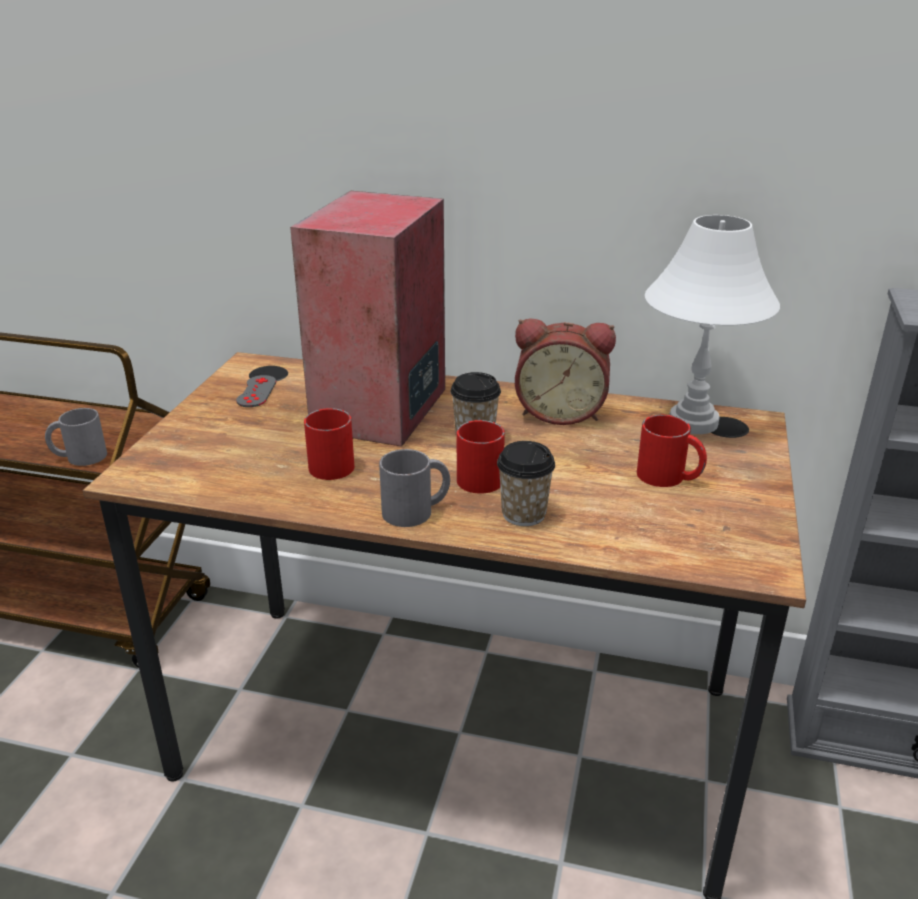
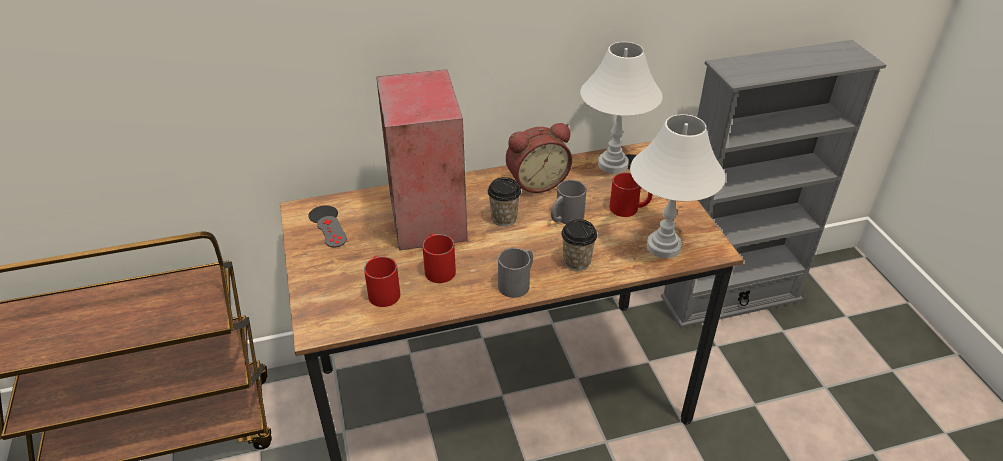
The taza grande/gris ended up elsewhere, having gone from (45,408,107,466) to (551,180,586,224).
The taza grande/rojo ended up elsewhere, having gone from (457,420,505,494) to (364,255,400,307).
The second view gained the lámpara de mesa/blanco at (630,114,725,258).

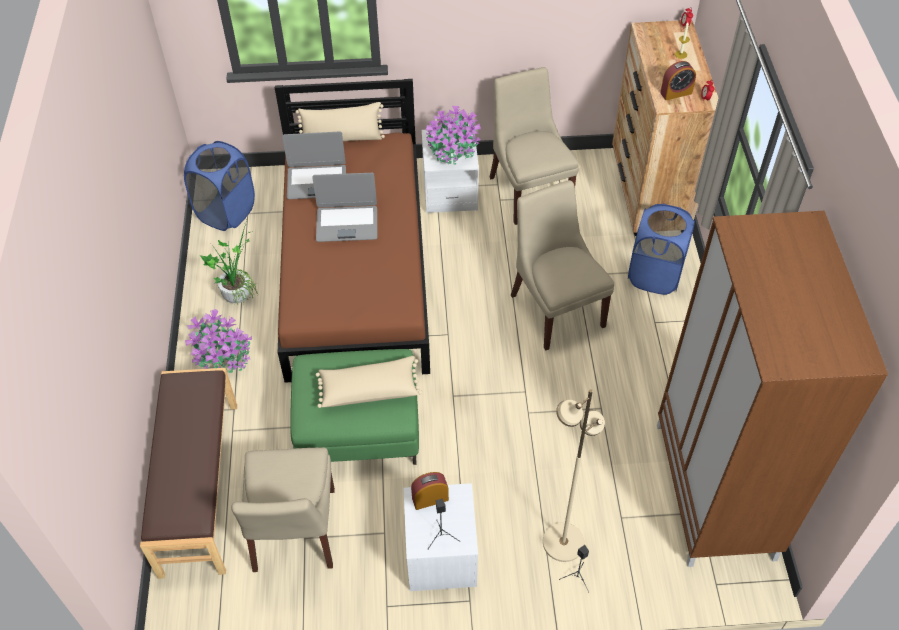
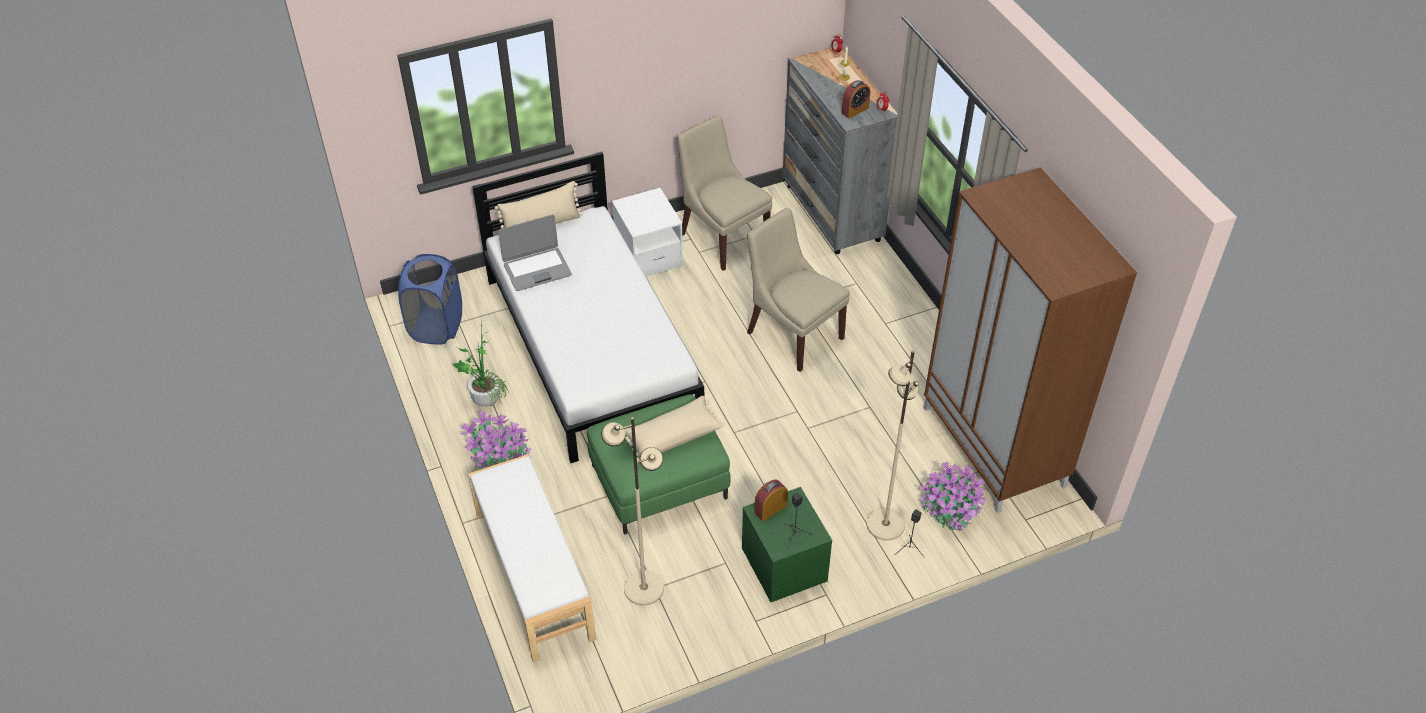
What was the banco/marrón at (140,368,237,579) turned into the banco/blanco at (468,454,596,663).
Where the silla/beis stood at (231,447,335,572), the lámpara de pie/beis came to stand at (601,417,664,606).
What was the cama/marrón at (275,79,430,383) turned into the cama/blanco at (472,152,704,463).
The second view lost the portátil at (312,173,377,242).
What was the mesita de noche/blanco at (403,483,478,591) turned into the mesita de noche/verde at (742,487,832,602).
The planta en maceta ended up elsewhere, having gone from (426,104,481,164) to (919,462,986,531).
What was the cómoda/marrón at (612,20,718,236) turned into the cómoda/gris at (783,48,898,254).
The second view lost the cesto de la ropa/azul at (628,204,695,295).

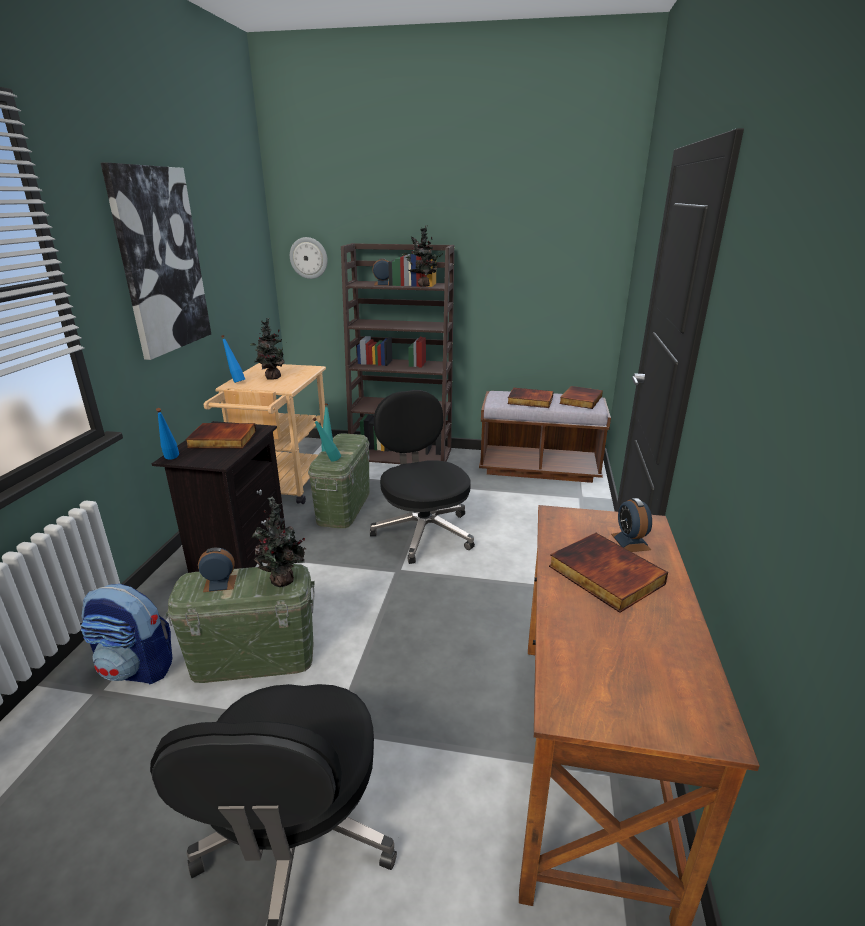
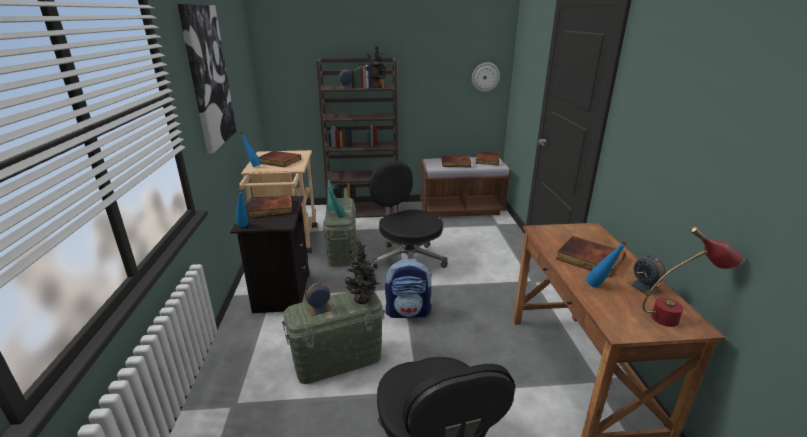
The mochila ended up elsewhere, having gone from (81,584,173,684) to (385,258,432,318).
Where the planta en maceta stood at (250,318,287,380), the libro came to stand at (258,151,301,167).
The reloj de pared ended up elsewhere, having gone from (290,237,328,279) to (472,62,500,92).
The despertador ended up elsewhere, having gone from (611,498,652,552) to (628,255,666,296).
The second view gained the botella/azul at (586,240,628,287).
The second view gained the lámpara de mesa/rojo at (642,226,743,327).

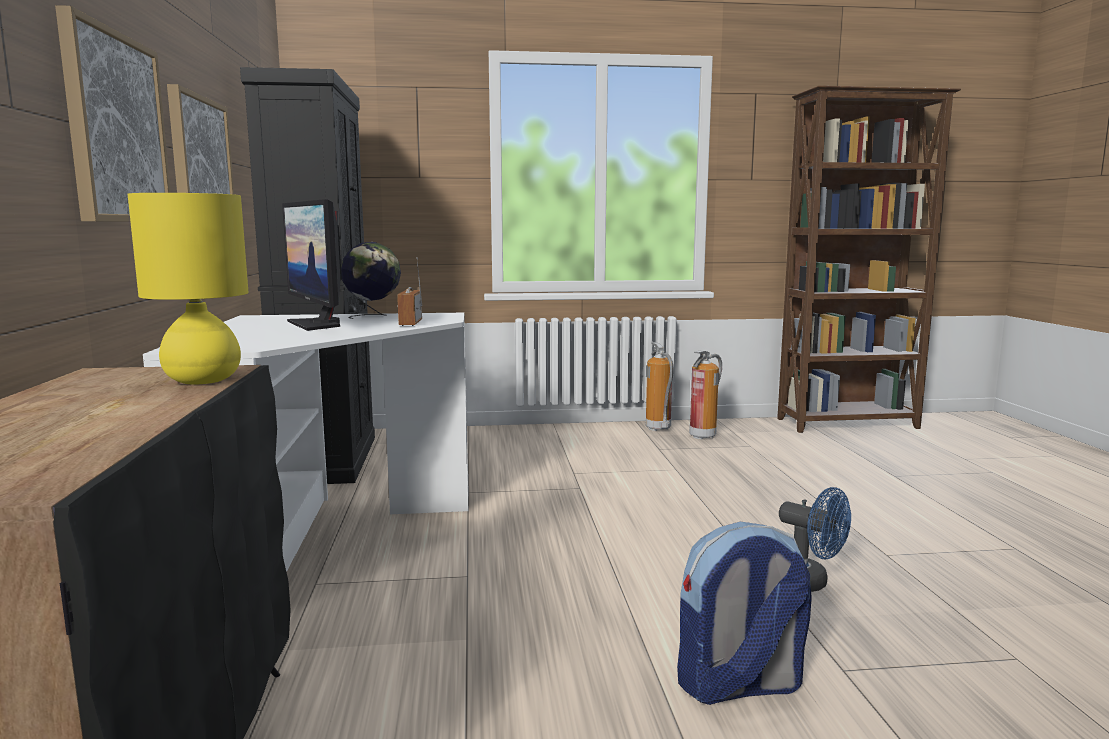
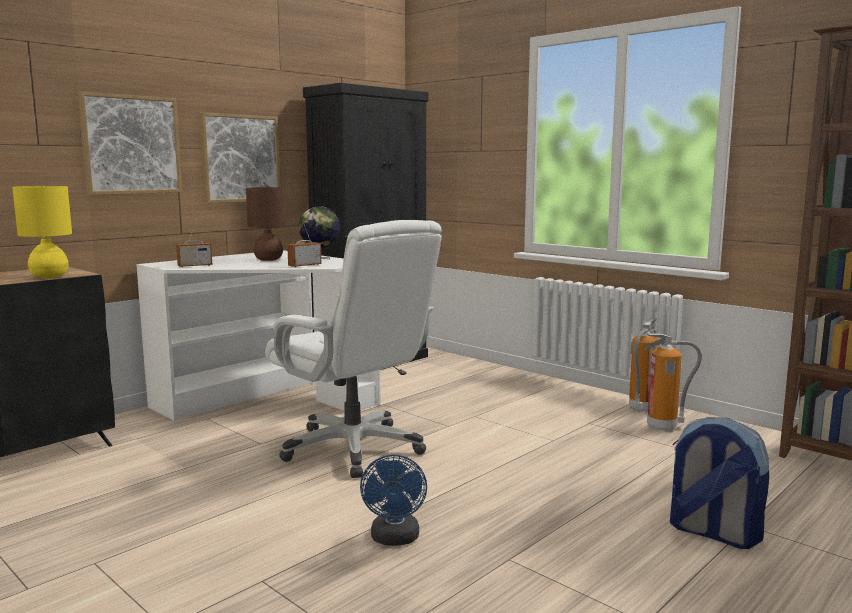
Where the monitor stood at (282,199,342,331), the lámpara de mesa/marrón came to stand at (246,187,287,261).
The mochila ended up elsewhere, having gone from (677,522,812,705) to (670,417,769,549).
The second view gained the radio at (176,219,212,267).
The second view gained the silla de oficina/blanco at (265,220,442,478).

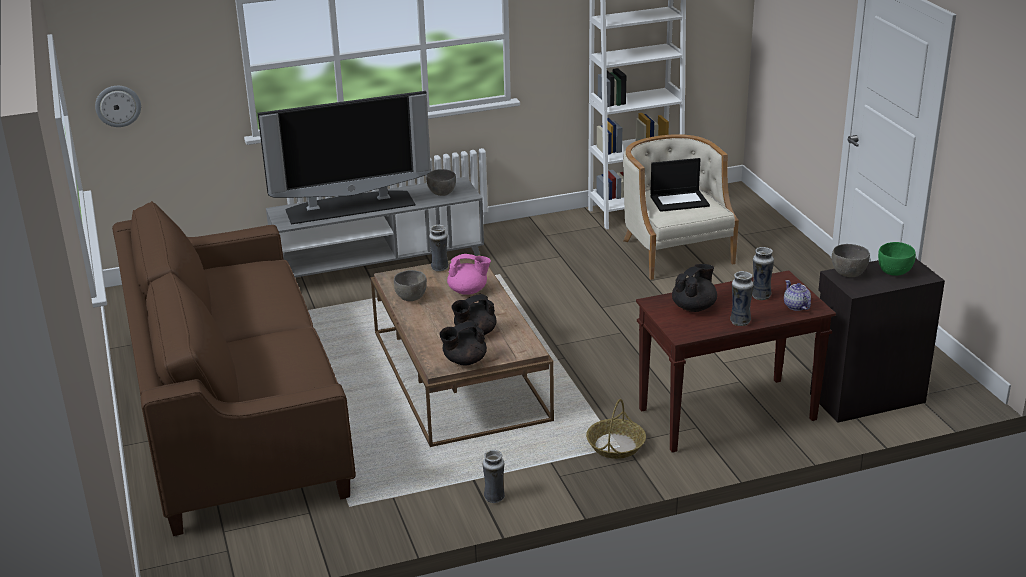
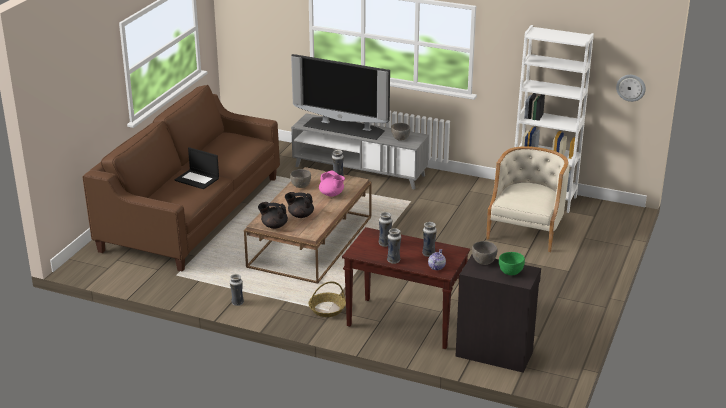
The reloj de pared ended up elsewhere, having gone from (95,86,141,127) to (616,75,646,102).
The portátil ended up elsewhere, having gone from (650,158,710,212) to (174,147,219,189).
Where the tetera/negro stood at (672,264,717,312), the florero came to stand at (379,212,393,247).

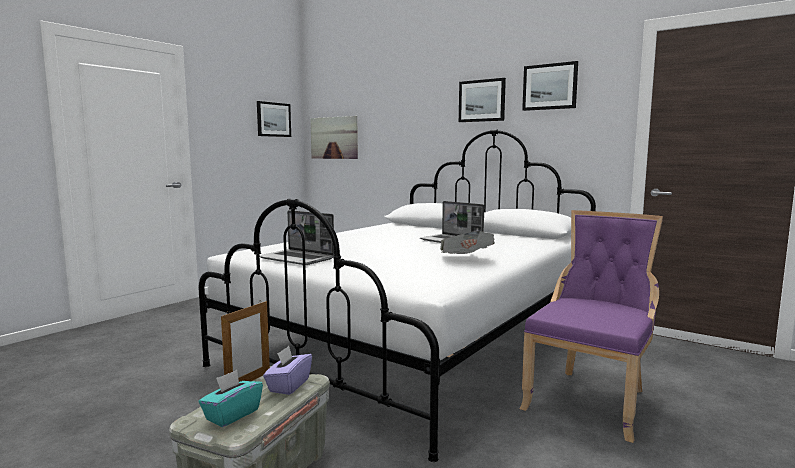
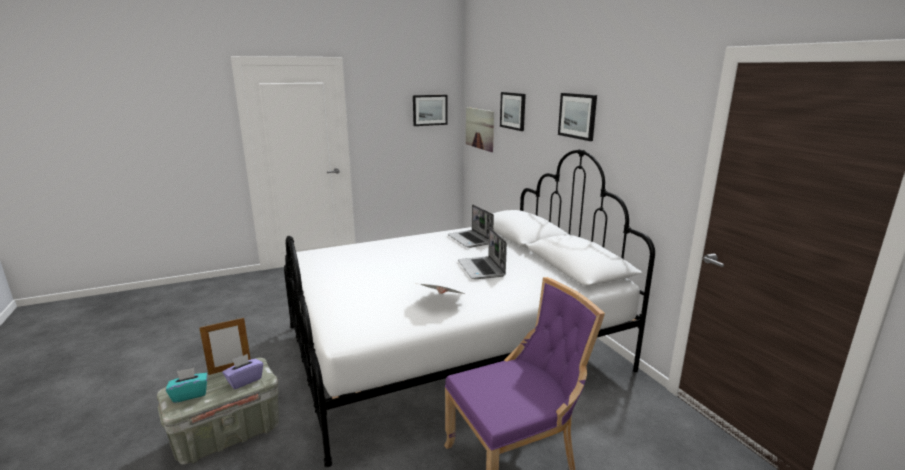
The portátil ended up elsewhere, having gone from (259,210,334,265) to (448,204,494,248).
The cuadro ended up elsewhere, having gone from (522,61,578,111) to (500,92,526,131).

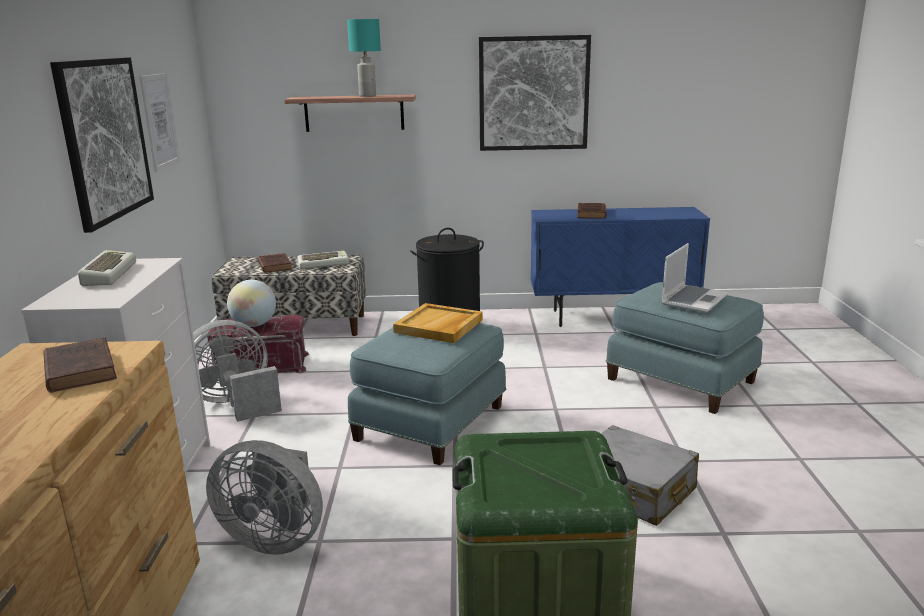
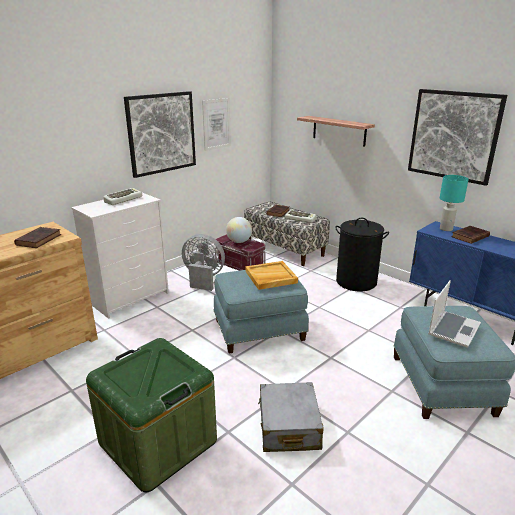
The second view lost the ventilador/gris at (206,440,323,555).
The lámpara de mesa/turquesa ended up elsewhere, having gone from (347,19,381,97) to (440,175,469,231).
The portátil at (661,243,728,313) ended up facing another way, 45 degrees counterclockwise from before.

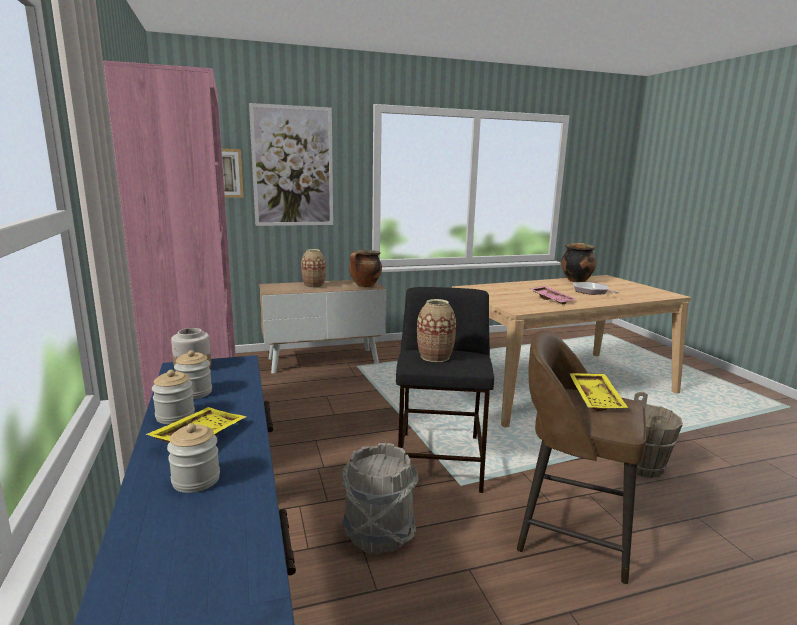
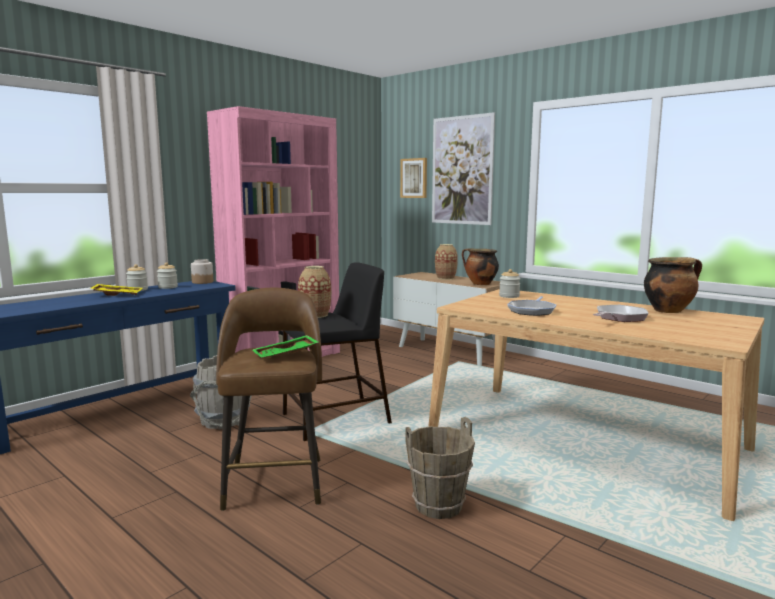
The tarro ended up elsewhere, having gone from (167,423,220,493) to (499,269,520,298).
Where the bandeja/rosa stood at (531,286,576,304), the sartén came to stand at (507,296,557,316).
What was the bandeja/amarillo at (569,373,628,411) turned into the bandeja/verde at (252,335,318,358).

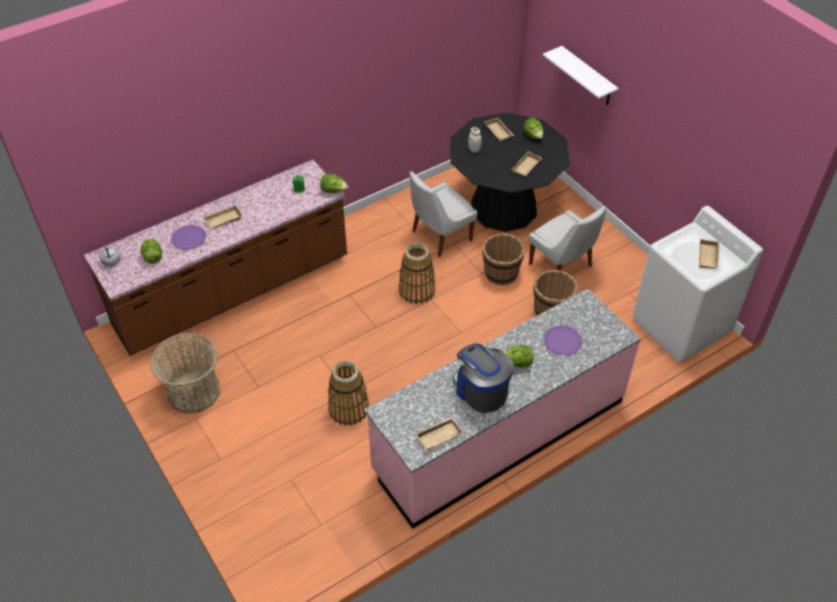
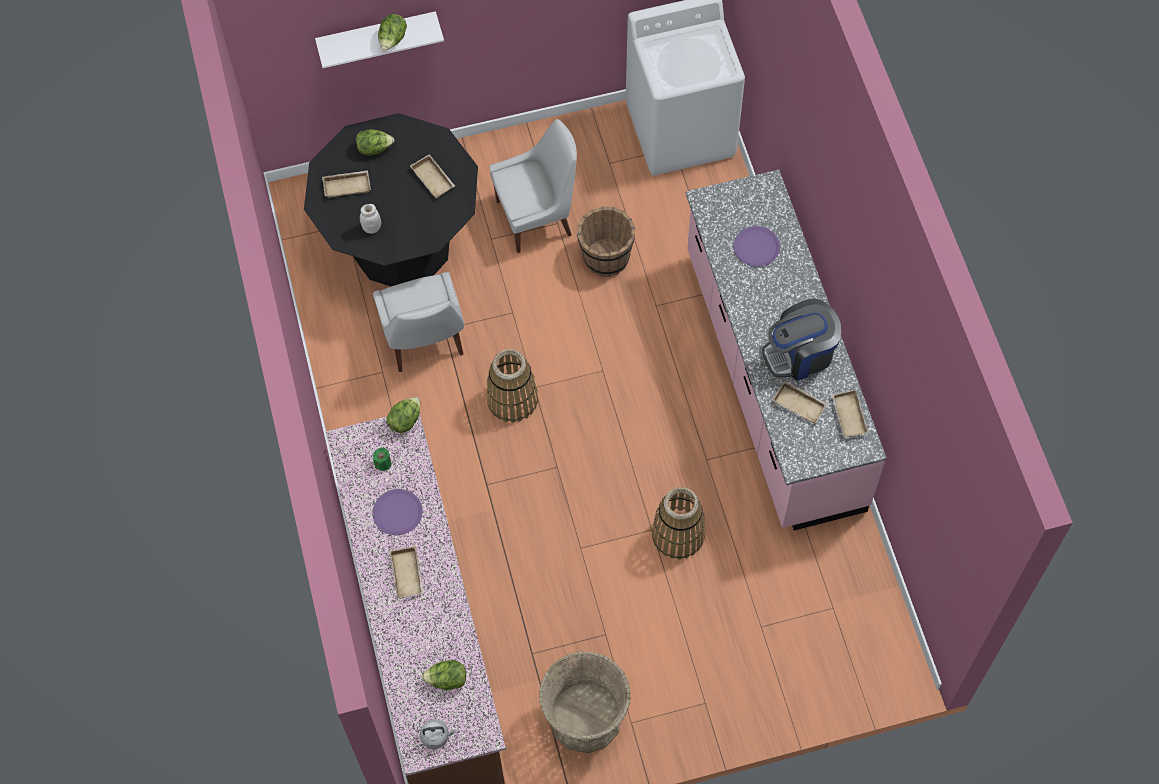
The plato/morado ended up elsewhere, having gone from (171,225,206,250) to (373,489,423,535).
The second view lost the cubo/marrón at (482,233,525,285).
The lechuga ended up elsewhere, having gone from (504,345,533,367) to (378,14,407,51).
The bandeja/beis ended up elsewhere, having gone from (699,239,719,269) to (772,381,827,424).

